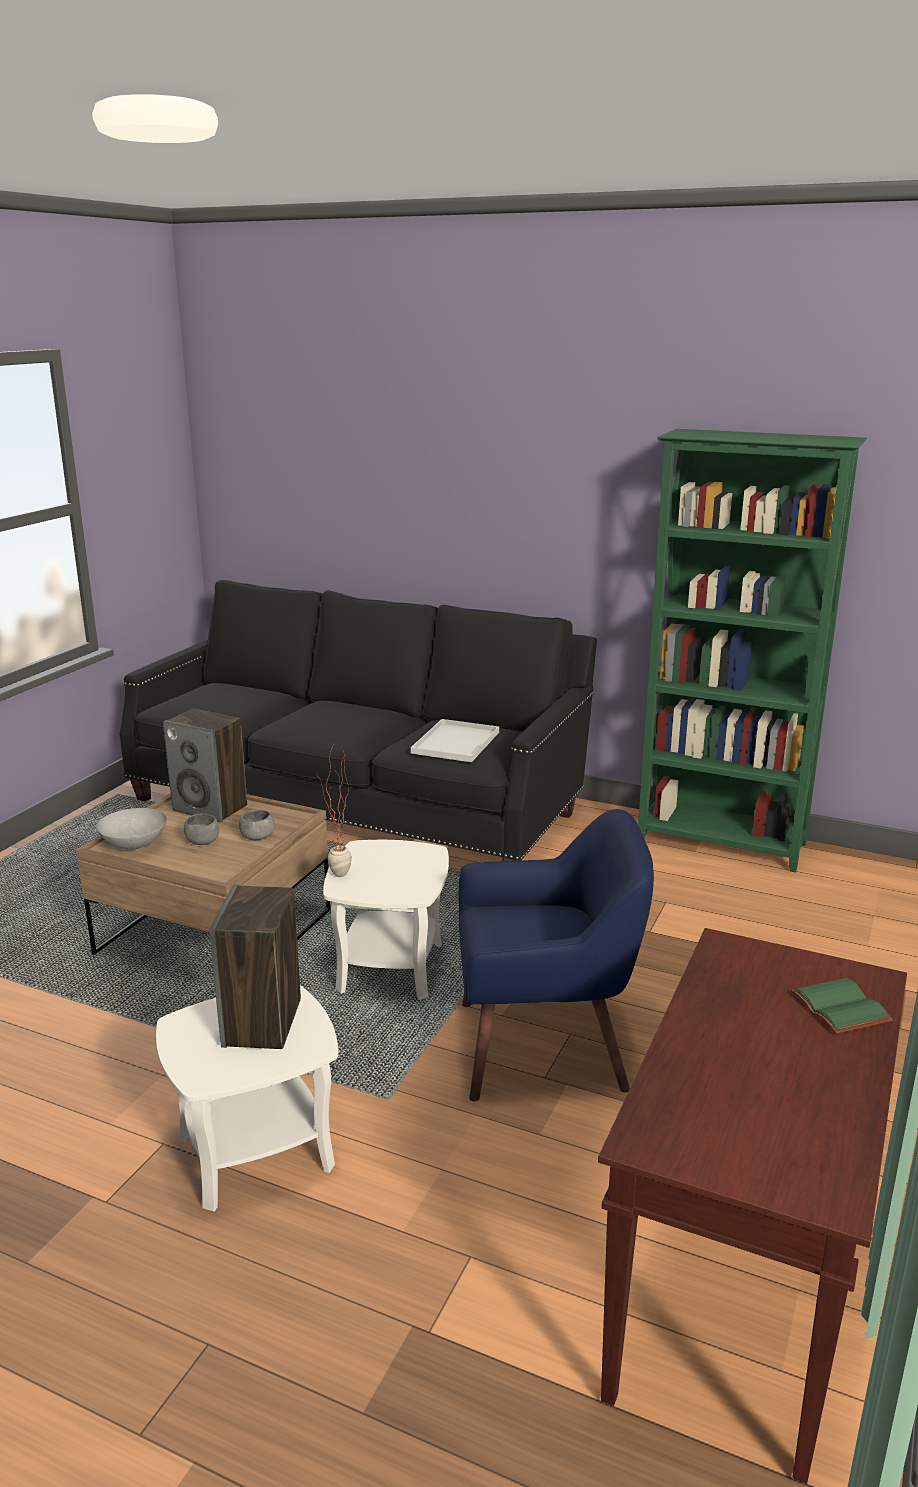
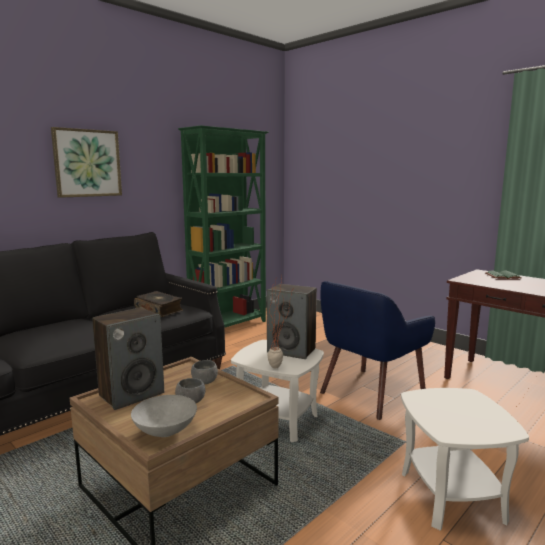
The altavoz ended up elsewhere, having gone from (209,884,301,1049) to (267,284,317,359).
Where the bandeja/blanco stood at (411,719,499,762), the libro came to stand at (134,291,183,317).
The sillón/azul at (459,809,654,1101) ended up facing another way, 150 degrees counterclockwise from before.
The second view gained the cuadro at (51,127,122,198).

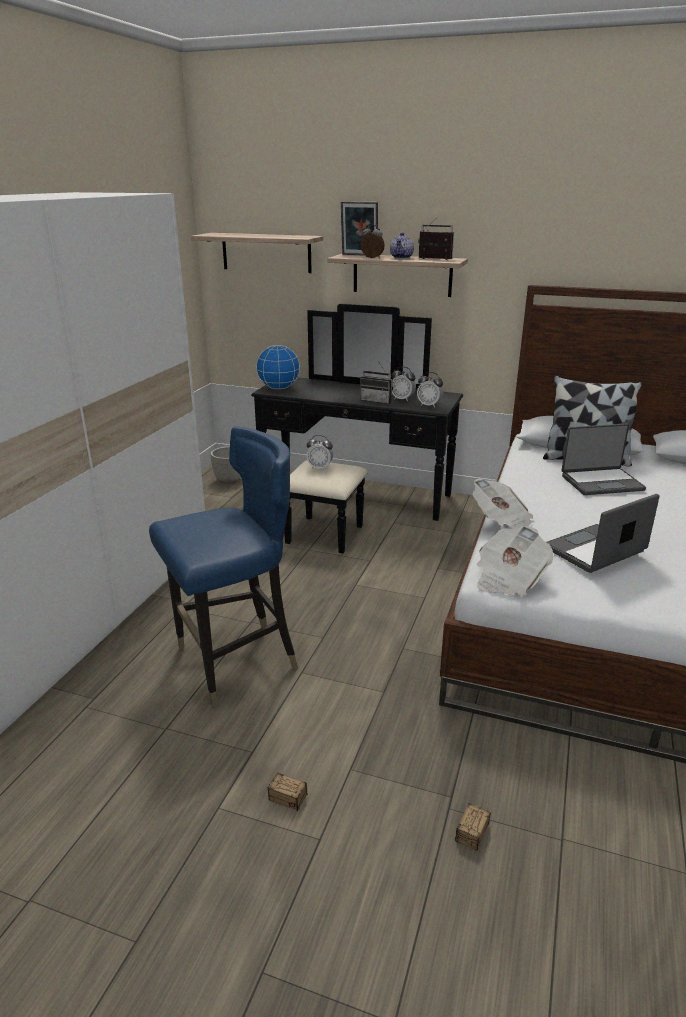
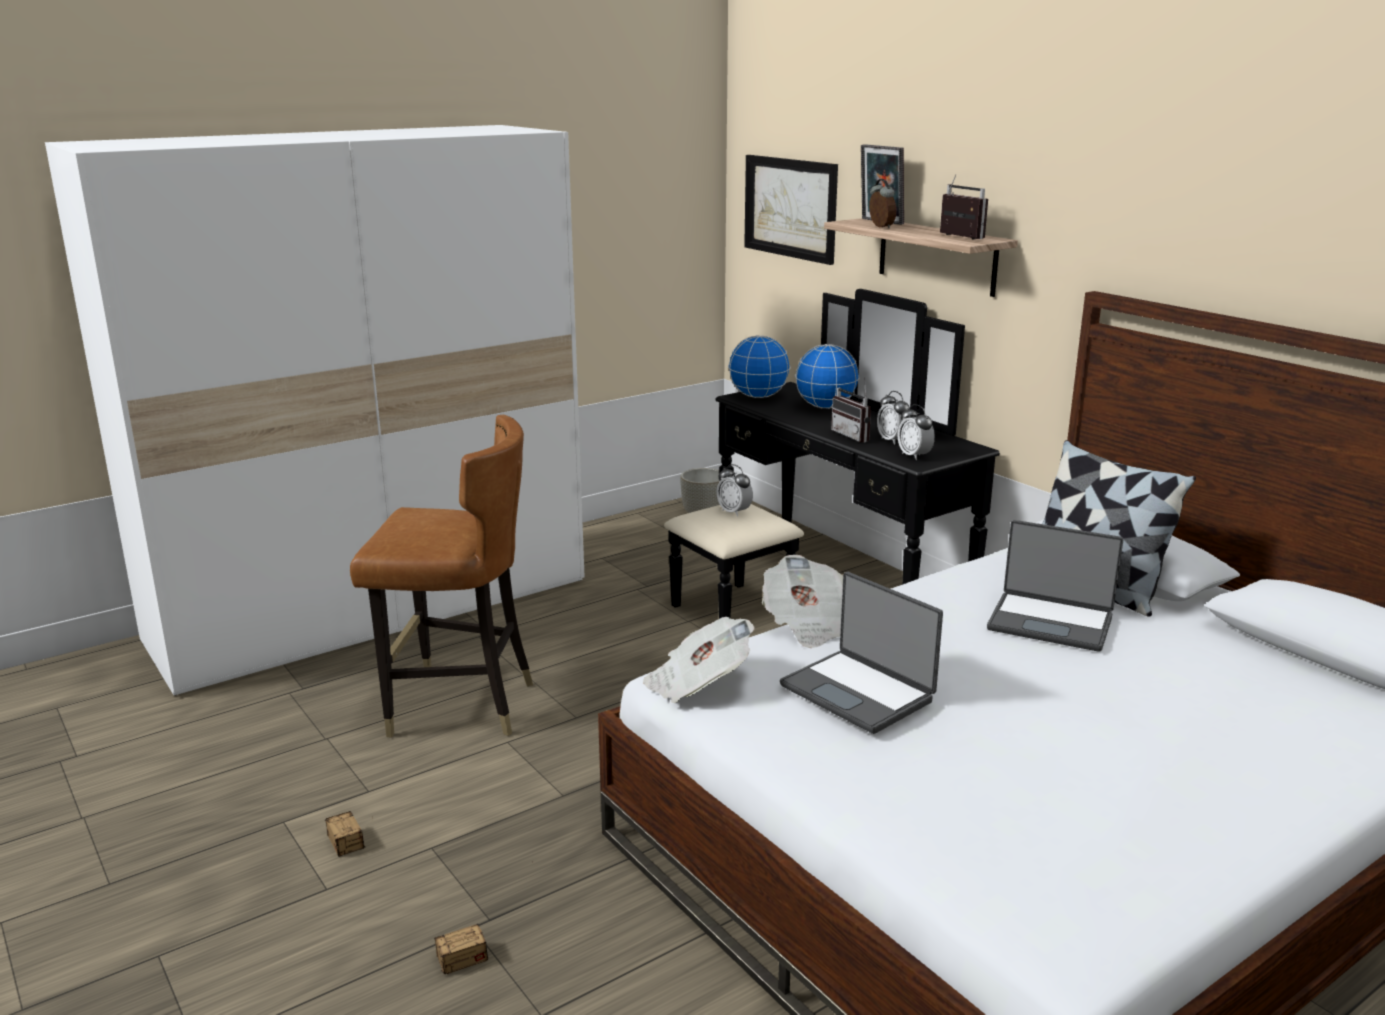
What was the silla/azul at (149,426,298,707) turned into the silla/marrón at (350,415,533,737).
Where the estante hung at (191,233,323,273), the cuadro came to hang at (744,155,838,265).
The second view lost the tetera at (390,232,414,259).
The portátil at (546,494,660,573) ended up facing another way, 135 degrees counterclockwise from before.
The second view gained the globo terráqueo at (795,344,860,409).

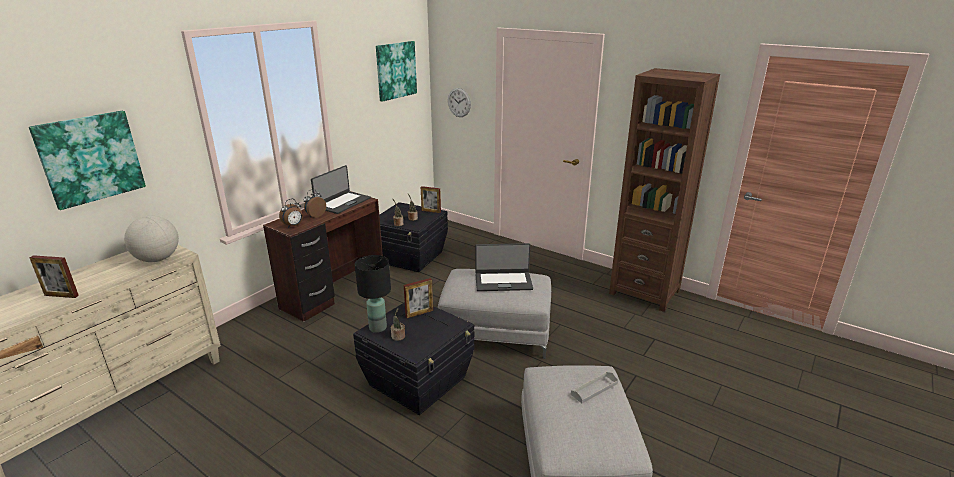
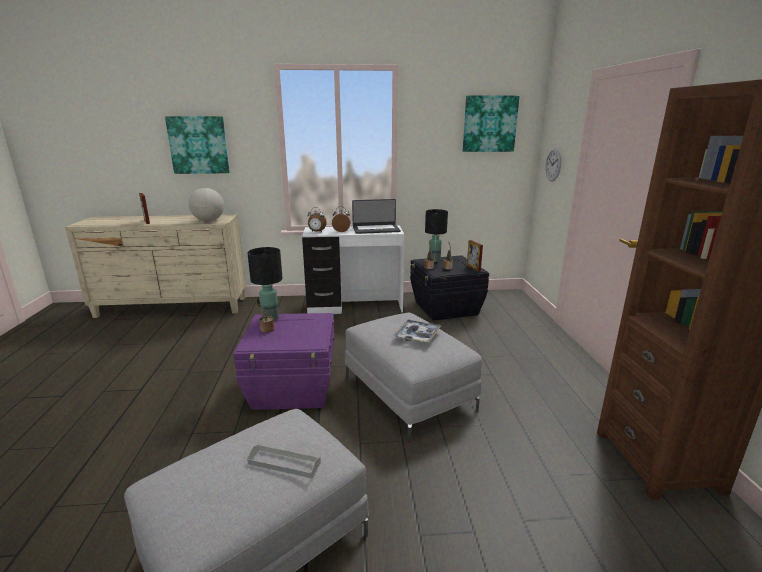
What was the escritorio/marrón at (263,191,383,322) turned into the escritorio/blanco at (302,226,404,314).
What was the caja de almacenaje/negro at (353,302,474,415) turned into the caja de almacenaje/morado at (233,313,335,410).
The second view lost the portarretratos at (404,278,433,318).
Where the portátil stood at (475,243,533,291), the bandeja came to stand at (393,319,441,343).
The second view gained the lámpara de mesa/negro at (425,209,448,262).

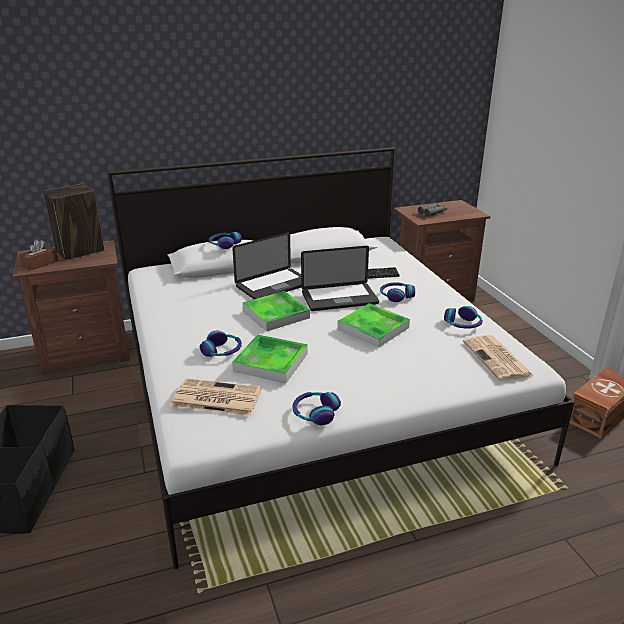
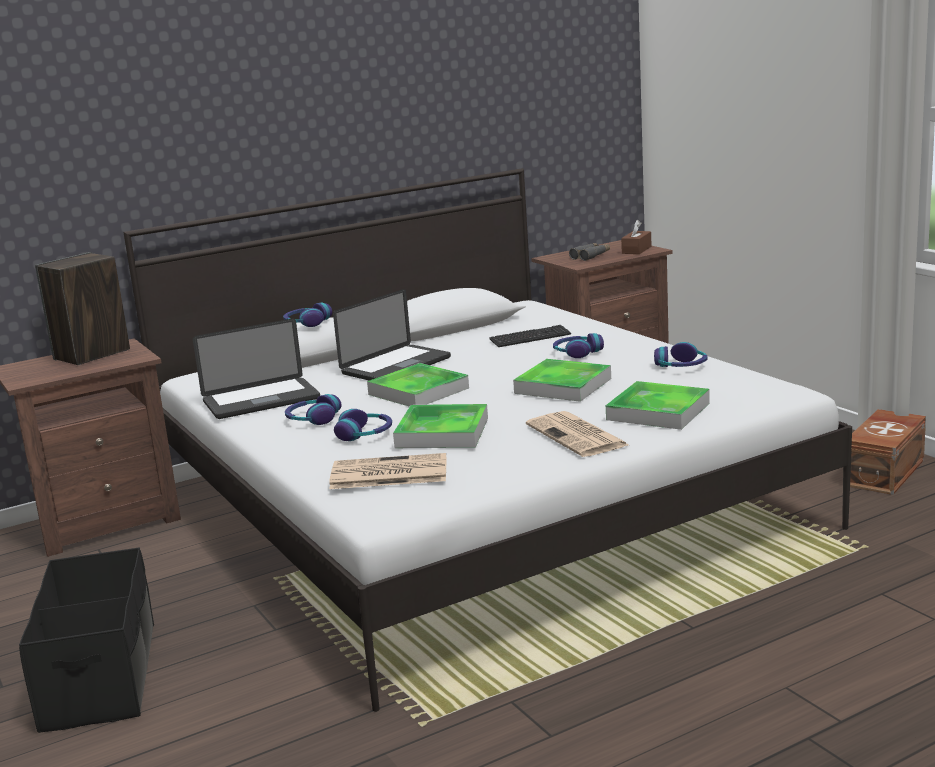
The caja de pañuelos/marrón ended up elsewhere, having gone from (19,240,58,270) to (621,220,651,254).
The auriculares ended up elsewhere, having gone from (292,392,341,425) to (285,394,341,425).
The portátil ended up elsewhere, having gone from (301,246,379,311) to (193,319,320,419).
The periódico ended up elsewhere, having gone from (463,335,533,380) to (526,411,629,457).
The second view gained the bandeja at (606,381,710,430).

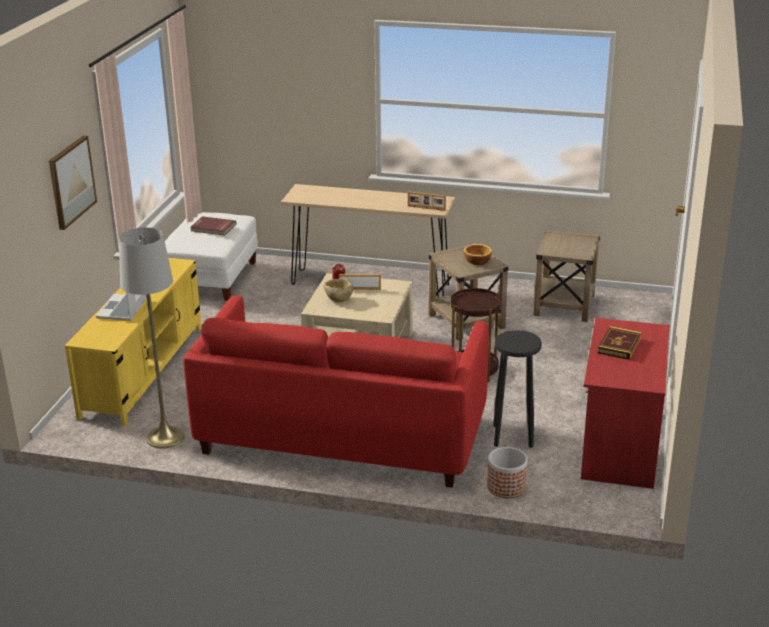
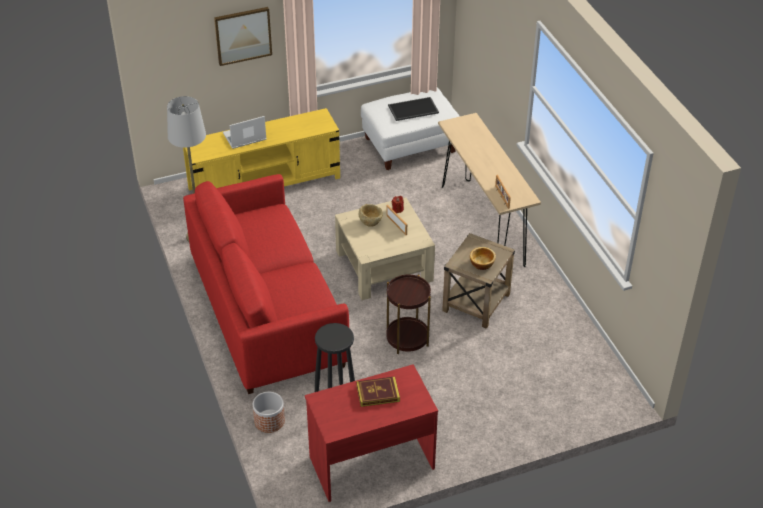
Where the libro/rojo stood at (191,216,236,236), the bandeja came to stand at (388,97,439,121).
The second view lost the mesa auxiliar/beis at (534,230,600,322).

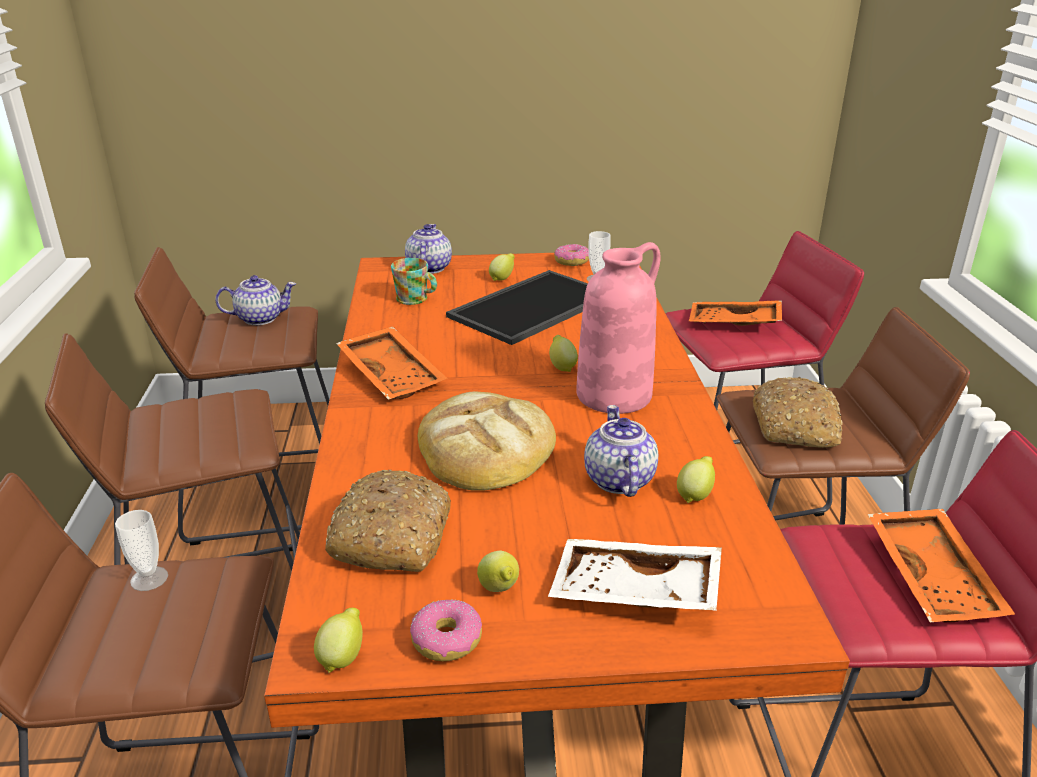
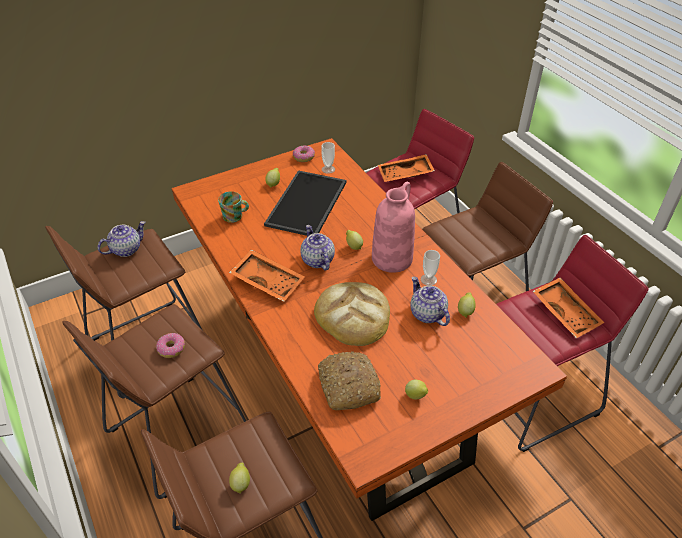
The taza ended up elsewhere, having gone from (115,510,168,591) to (421,250,440,286).
The limón ended up elsewhere, having gone from (314,608,363,673) to (229,462,250,494).
The tetera ended up elsewhere, having gone from (405,224,452,274) to (300,225,335,271).
The rosquilla ended up elsewhere, having gone from (410,599,482,661) to (156,333,185,358).
The second view lost the bandeja/blanco at (548,539,722,611).
The second view lost the pan at (752,377,843,448).

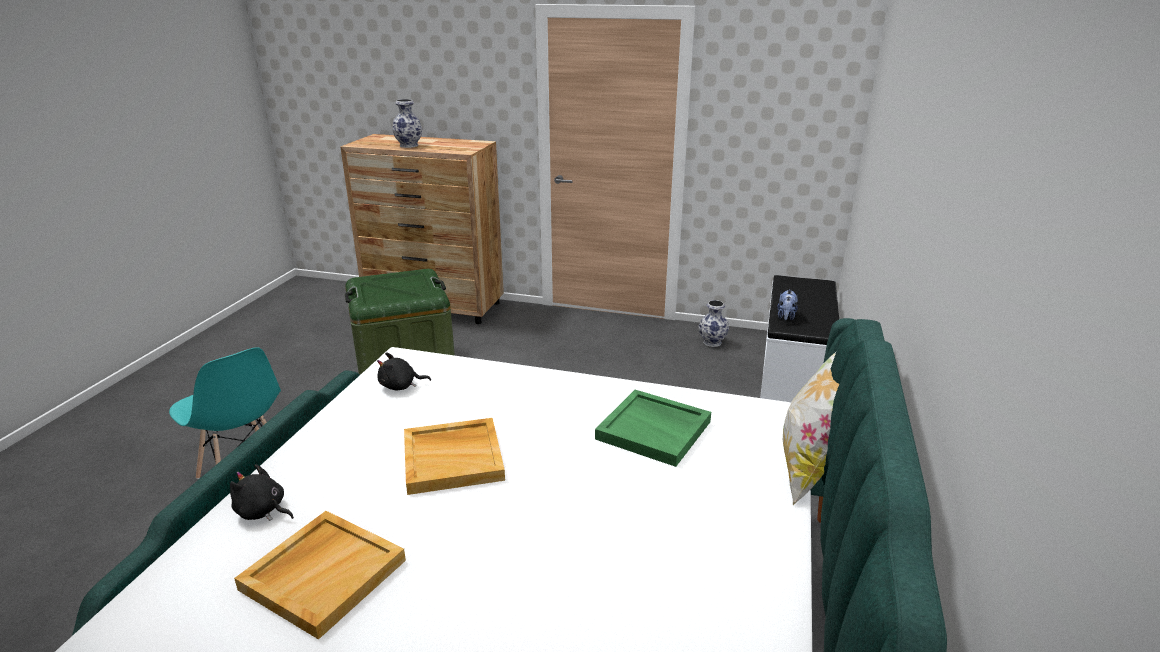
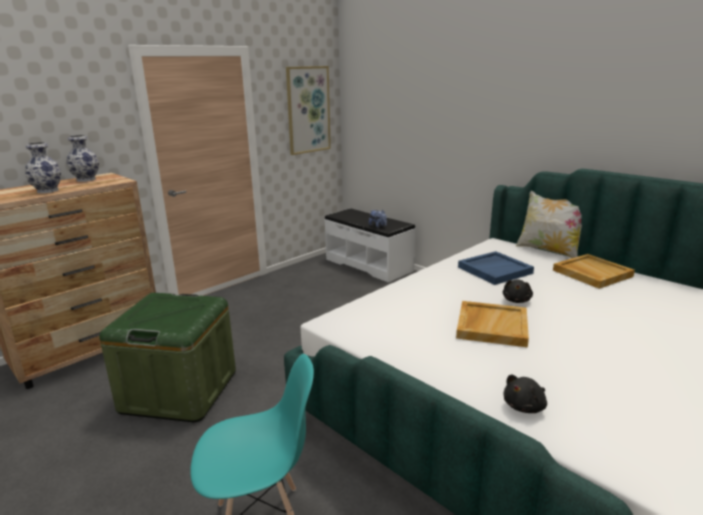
The bandeja/beis ended up elsewhere, having gone from (234,511,406,640) to (553,254,635,289).
The peluche/negro ended up elsewhere, having gone from (377,353,431,390) to (503,279,533,303).
What was the bandeja/verde at (595,390,711,467) turned into the bandeja/azul at (458,251,534,285).
The florero ended up elsewhere, having gone from (698,300,729,347) to (66,135,99,182).
The second view gained the cuadro at (286,66,331,155).

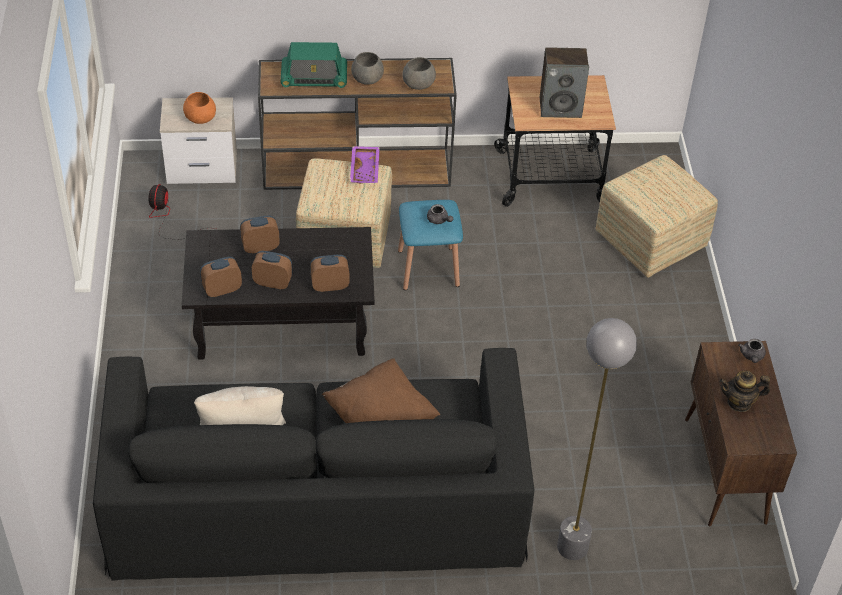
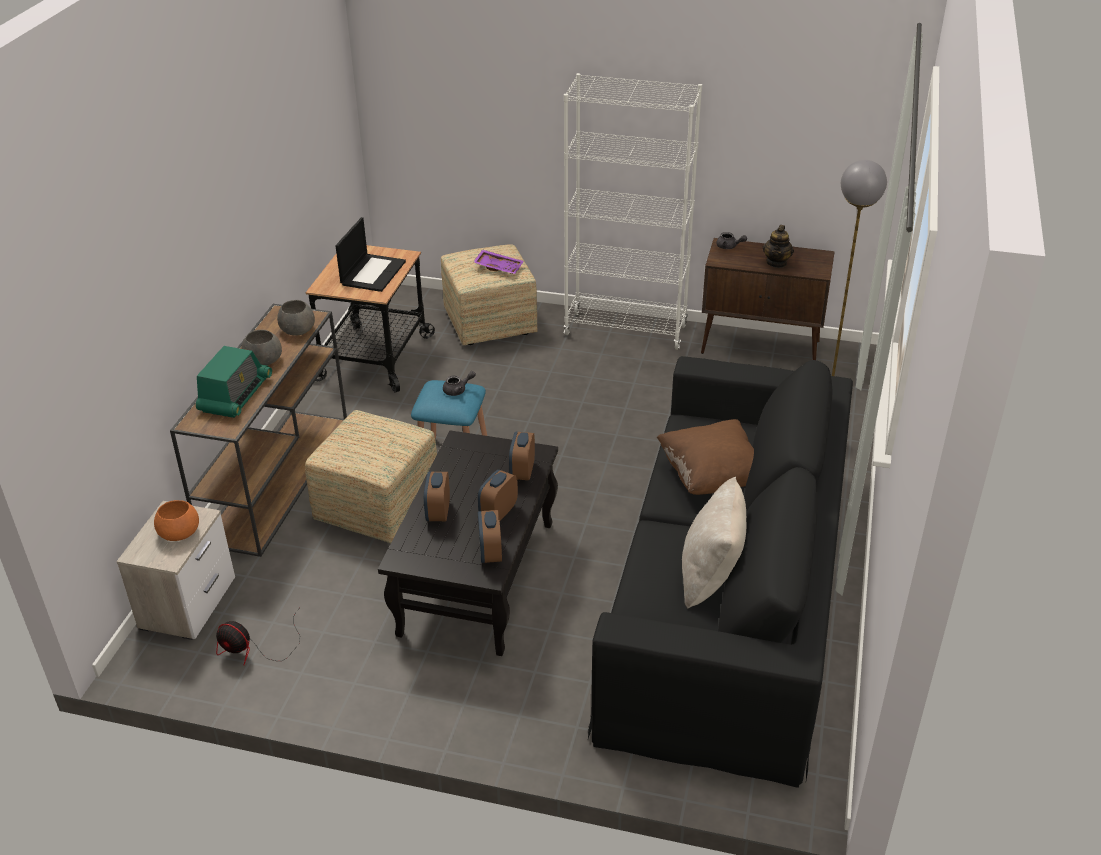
The bandeja/morado ended up elsewhere, having gone from (350,146,380,183) to (473,250,523,274).
Where the altavoz stood at (540,47,589,118), the portátil came to stand at (336,217,406,292).
The second view gained the estantería/blanco at (564,73,702,350).

